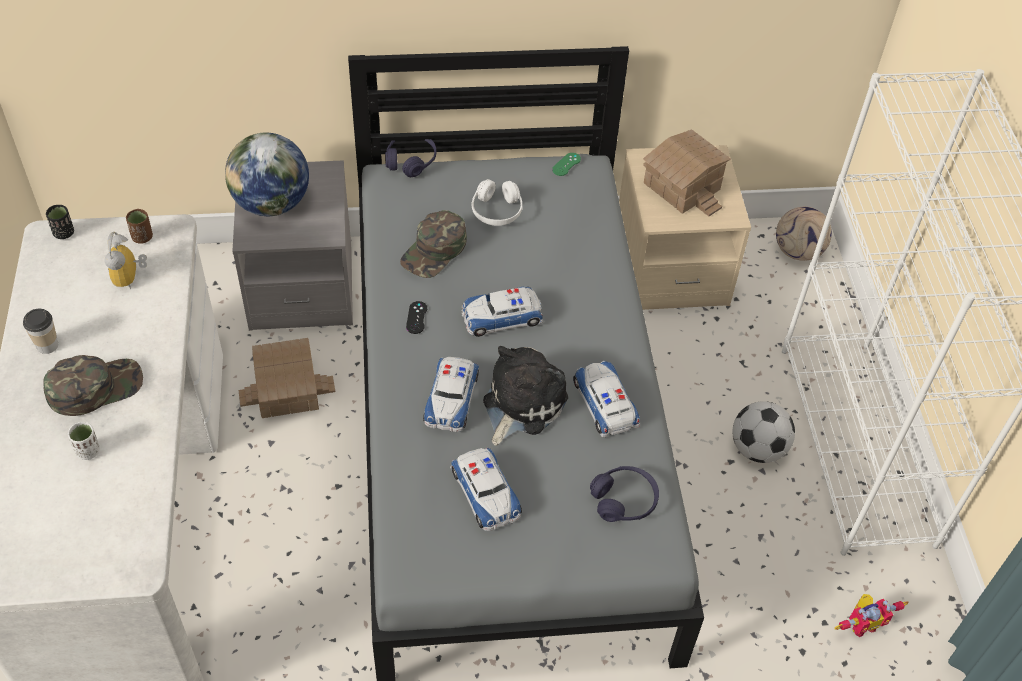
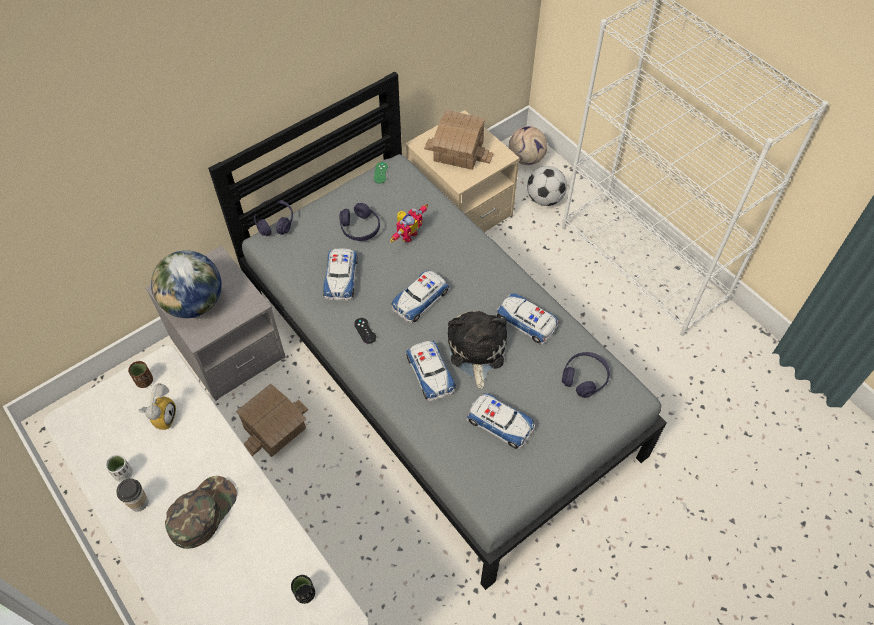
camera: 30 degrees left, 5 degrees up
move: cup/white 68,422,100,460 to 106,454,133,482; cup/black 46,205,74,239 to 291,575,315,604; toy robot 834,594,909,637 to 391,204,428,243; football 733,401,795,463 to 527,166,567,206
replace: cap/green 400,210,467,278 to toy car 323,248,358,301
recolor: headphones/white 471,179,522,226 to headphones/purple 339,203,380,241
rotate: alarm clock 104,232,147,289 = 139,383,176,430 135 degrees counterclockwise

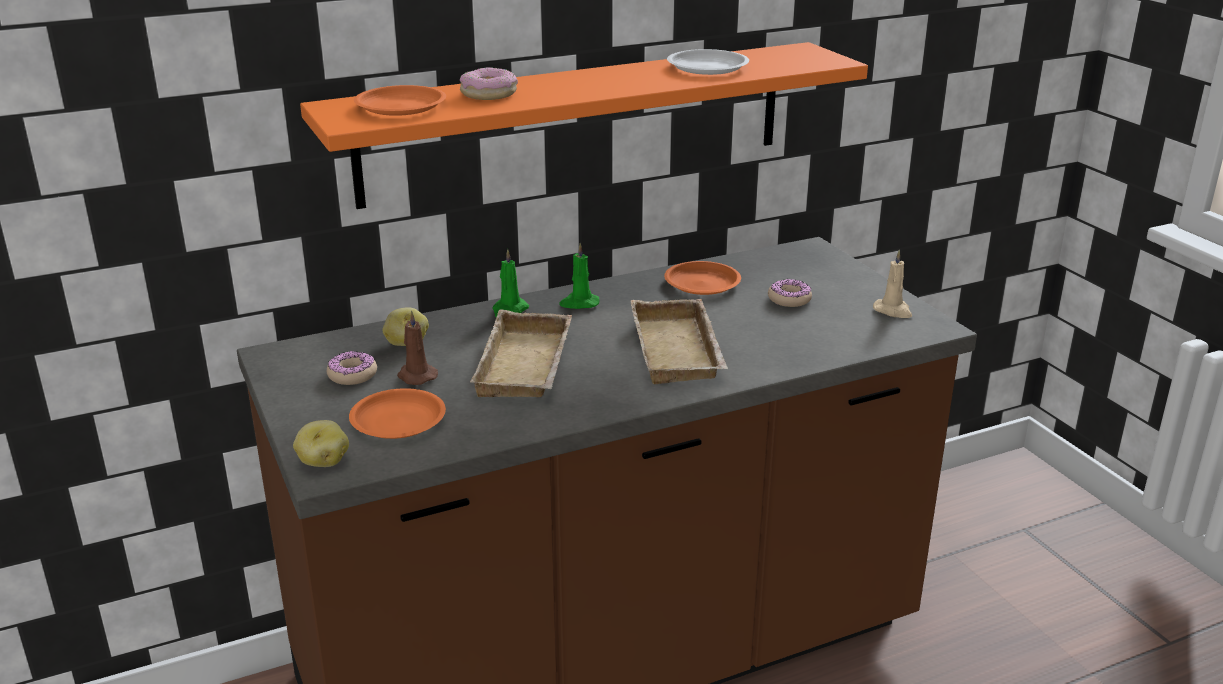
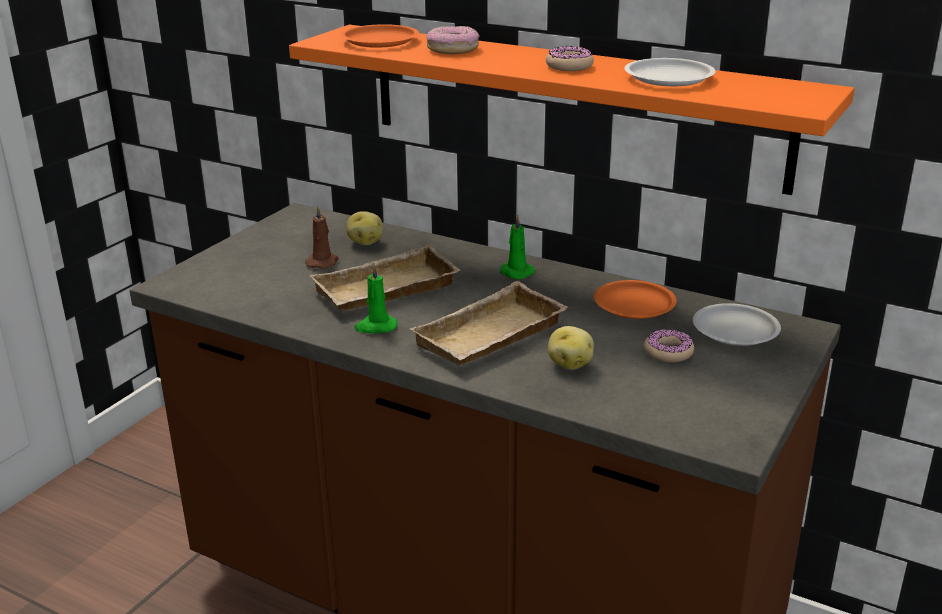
camera: 55 degrees right, 0 degrees up
delete: plate/orange 349,388,446,439; candle/beige 873,249,912,318
insert: plate/white 693,303,781,346
move: candle/green 492,249,529,317 to 354,264,397,333; donut 327,351,377,385 to 546,46,594,71; potato 293,420,349,467 to 548,326,594,370

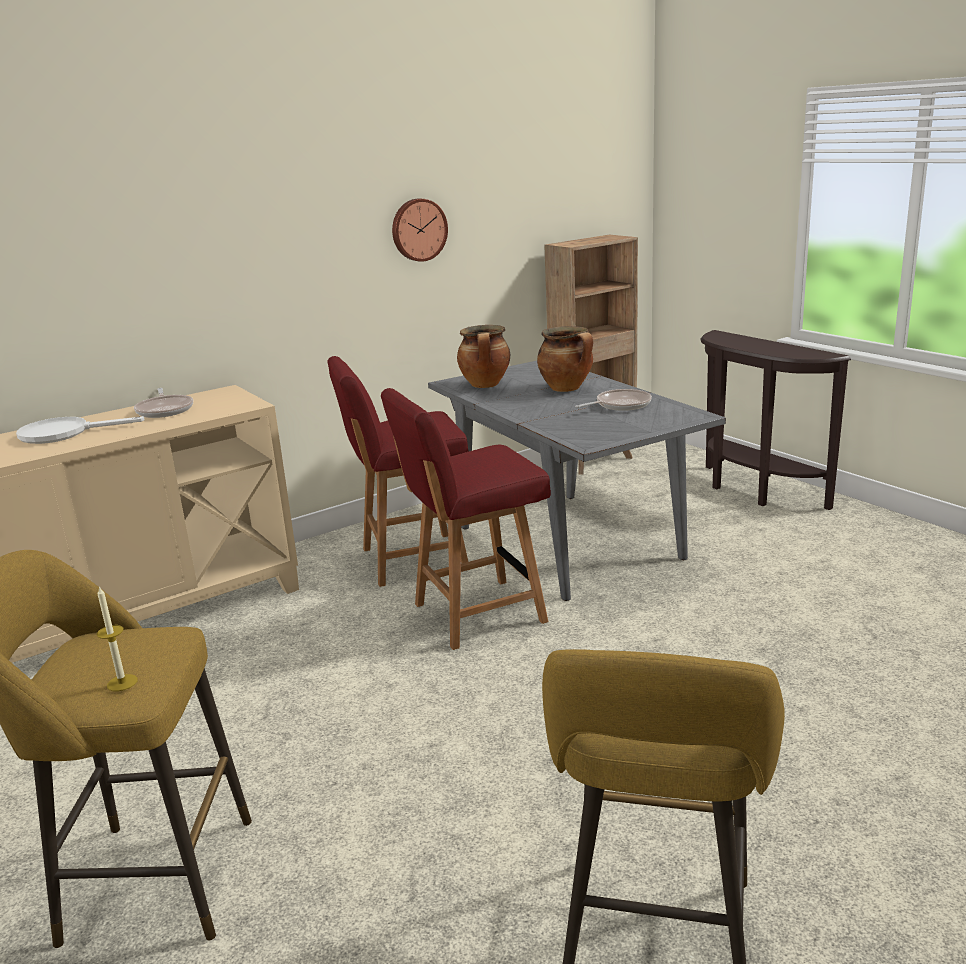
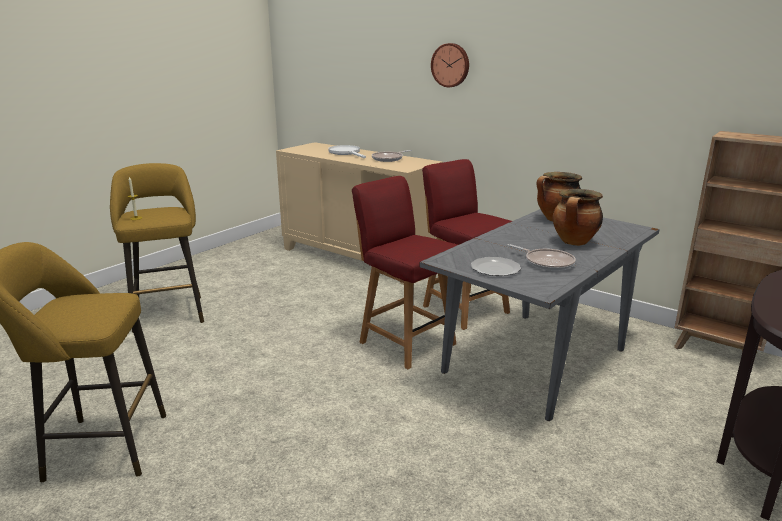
camera: 70 degrees right, 0 degrees up
insert: plate 471,257,521,276
move: wall clock 392,199,448,262 to 431,43,469,87

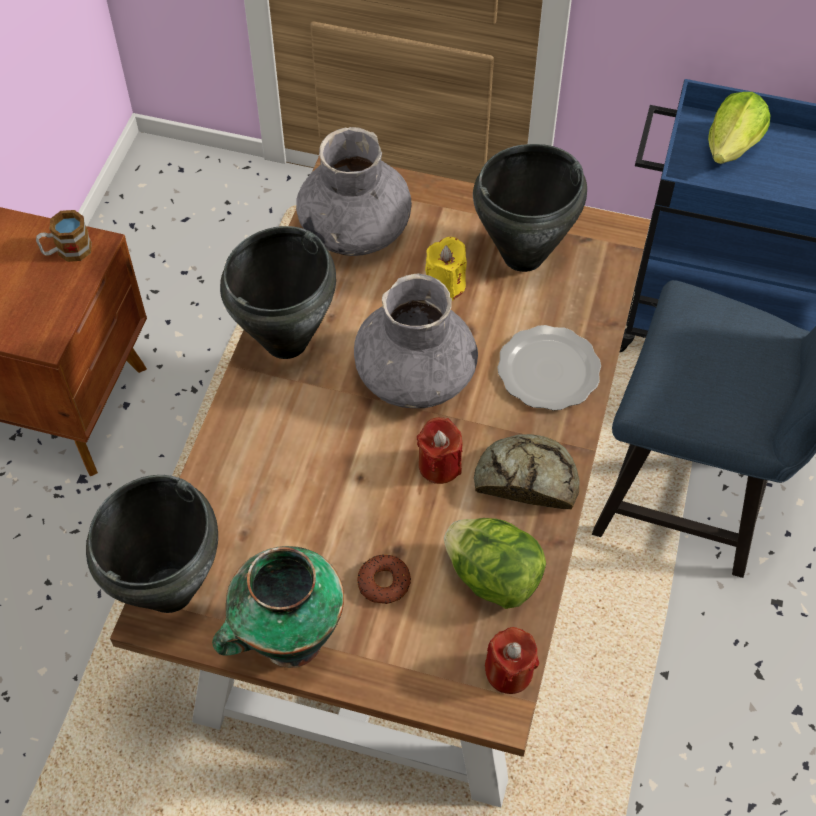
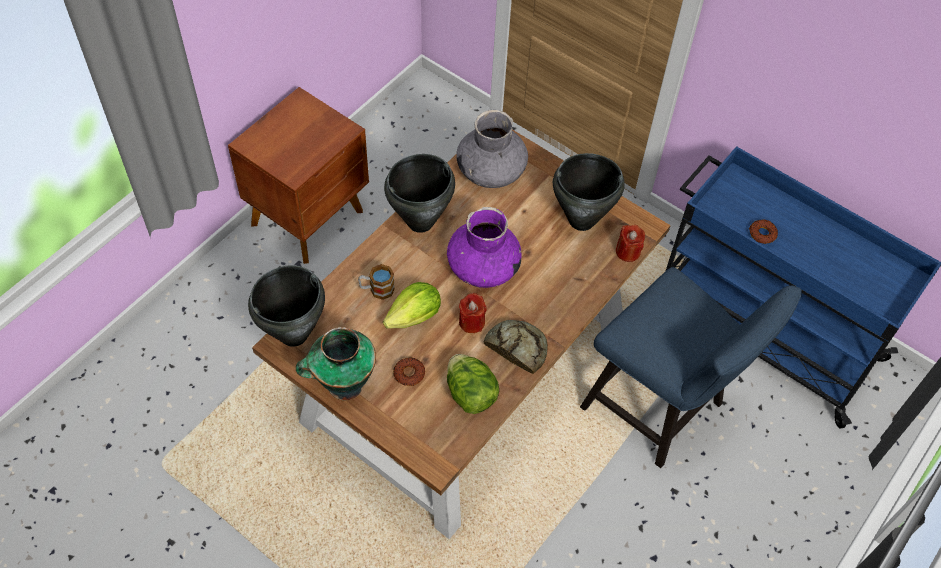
camera: 20 degrees right, 0 degrees up
delete: candle/yellow 425,237,467,301; plate 497,325,601,411
insert: donut 749,219,778,244
move: mug 36,210,92,262 to 358,264,395,300; lettuce 708,92,770,164 to 383,282,441,329; candle/red 485,627,539,694 to 616,225,645,262
recolor: vase/grey 354,274,478,408 to vase/purple 447,207,522,288

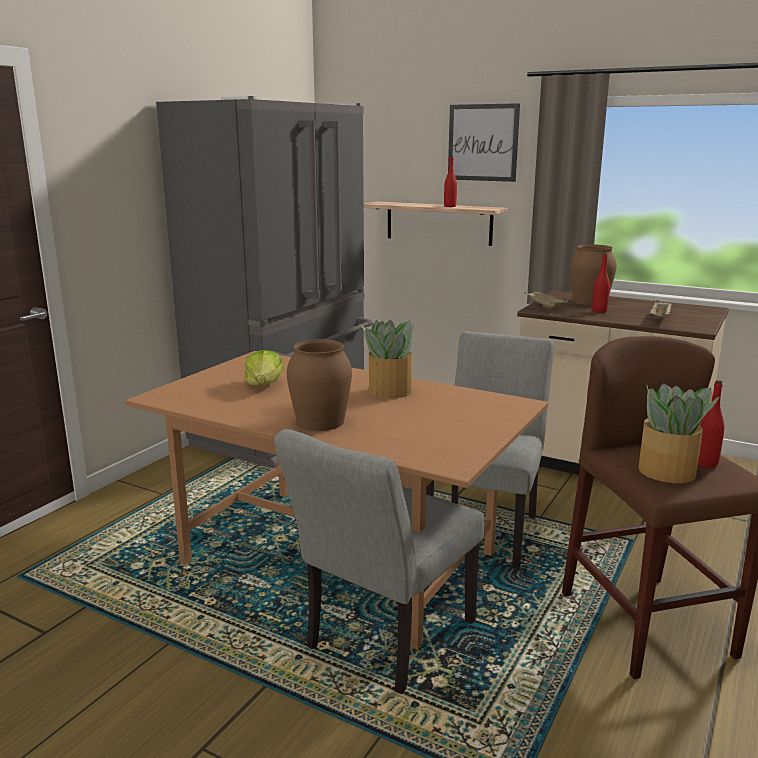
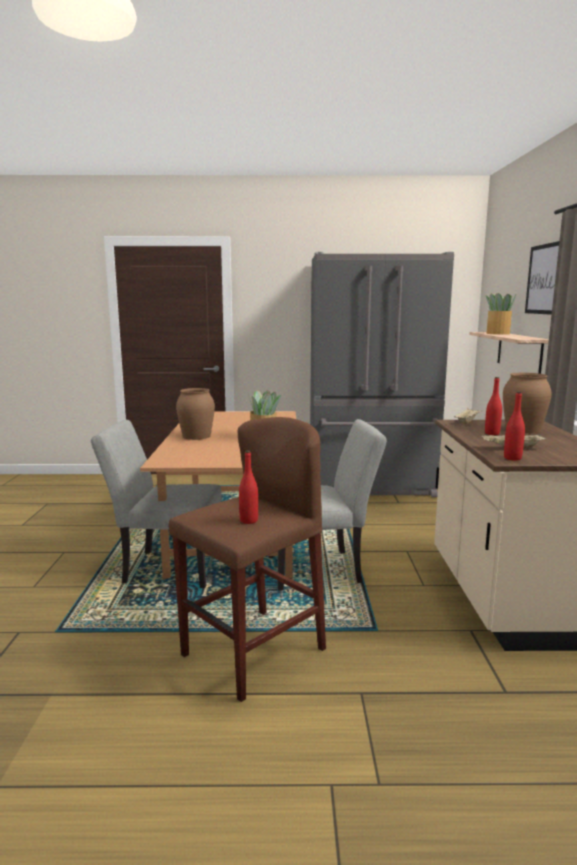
camera: 60 degrees right, 5 degrees down
delete: lettuce 244,350,284,386
move: potted plant 639,384,719,483 to 486,293,516,335; bottle/red 444,156,457,207 to 504,392,525,461

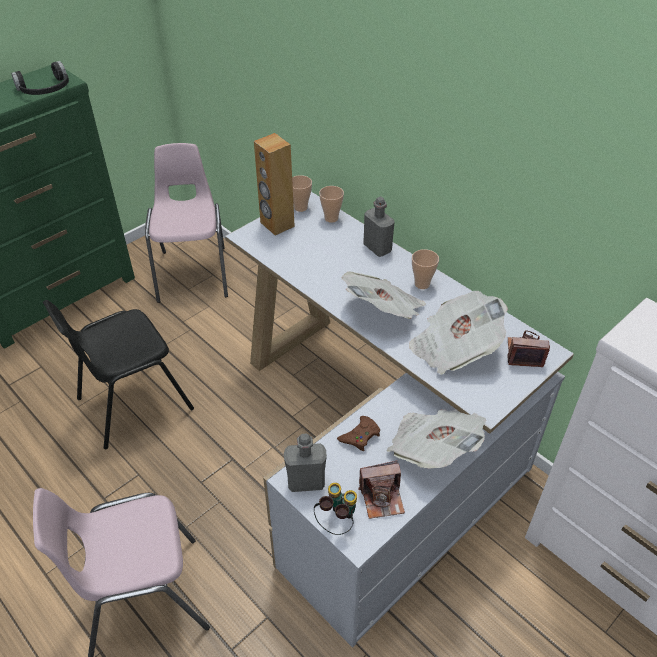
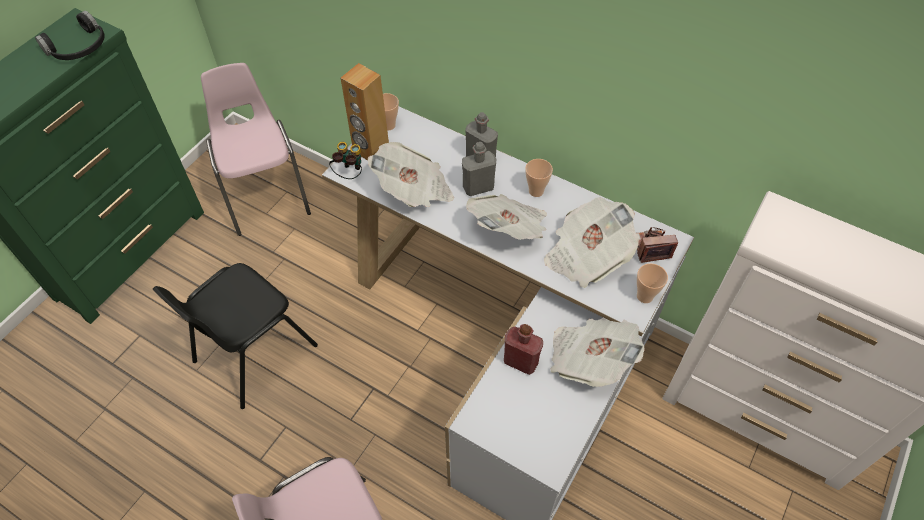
camera: 15 degrees left, 10 degrees up
delete: photo camera 358,461,405,519
insert: newspaper 368,142,454,208
move: binoculars 314,483,357,535 to 329,142,362,179; bottle/grey 284,434,327,492 to 462,142,496,196; cup 319,186,344,223 to 637,263,668,303
replace: game controller/brown 337,416,380,451 to bottle/red 504,324,543,375

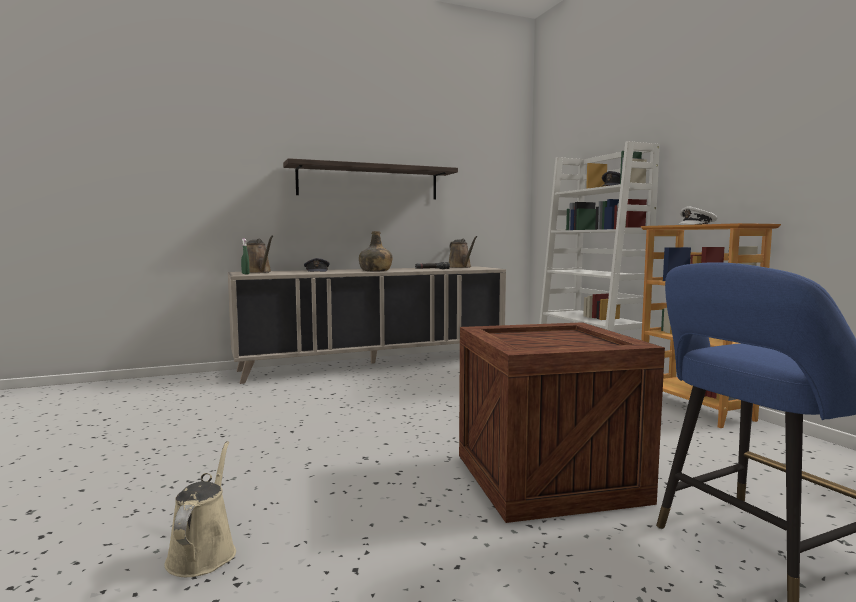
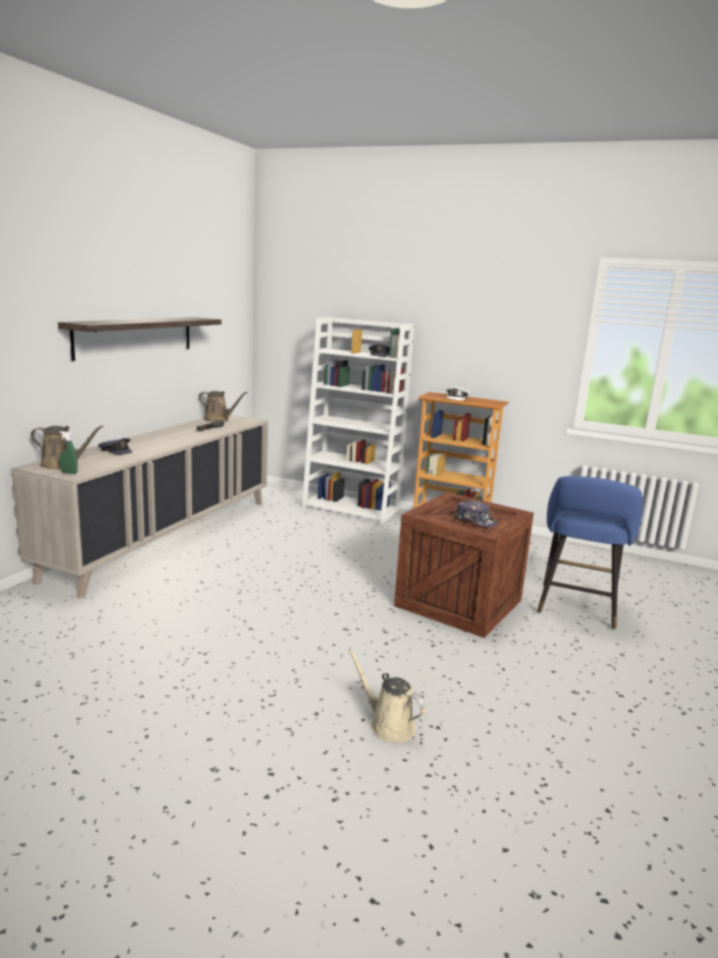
camera: 45 degrees left, 10 degrees up
delete: bottle/green 359,231,393,272
insert: cap 454,500,498,527

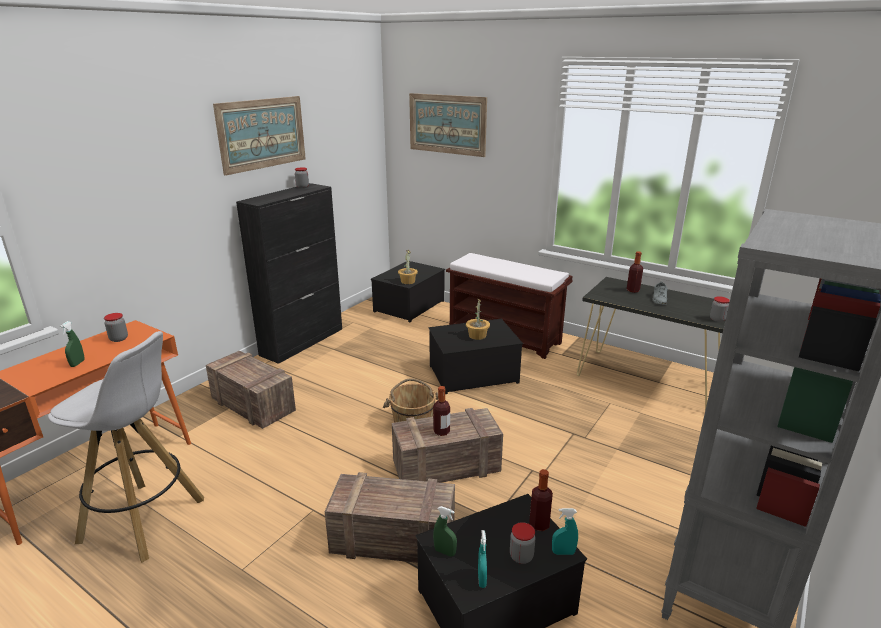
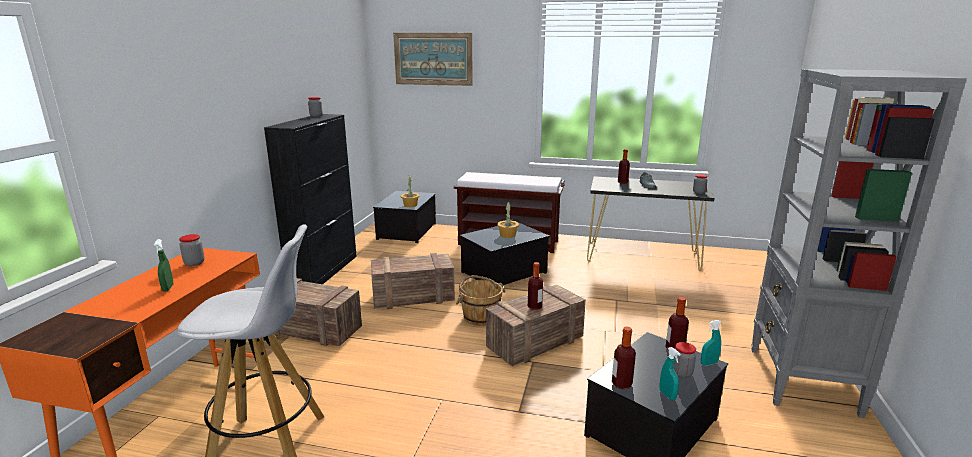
camera: 20 degrees left, 5 degrees down
delete: picture 213,96,306,176
move: crate 325,472,455,563 to 371,253,455,309
replace: spray bottle/green 433,506,457,557 to bottle 612,327,636,389

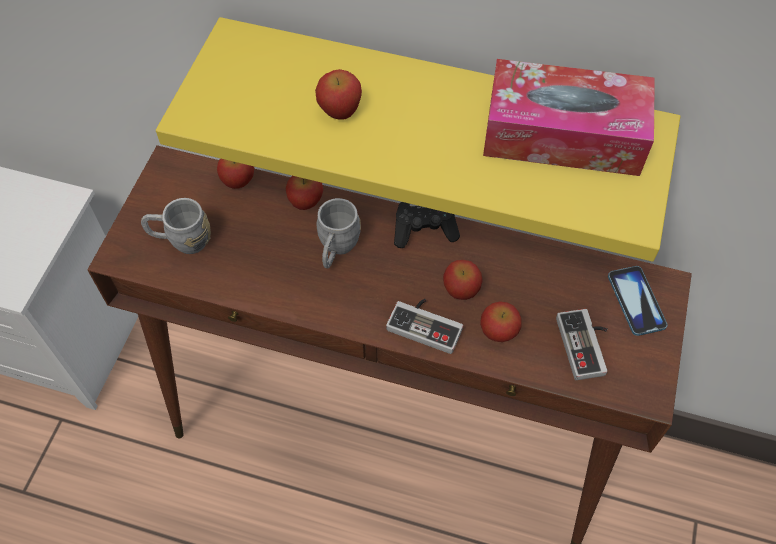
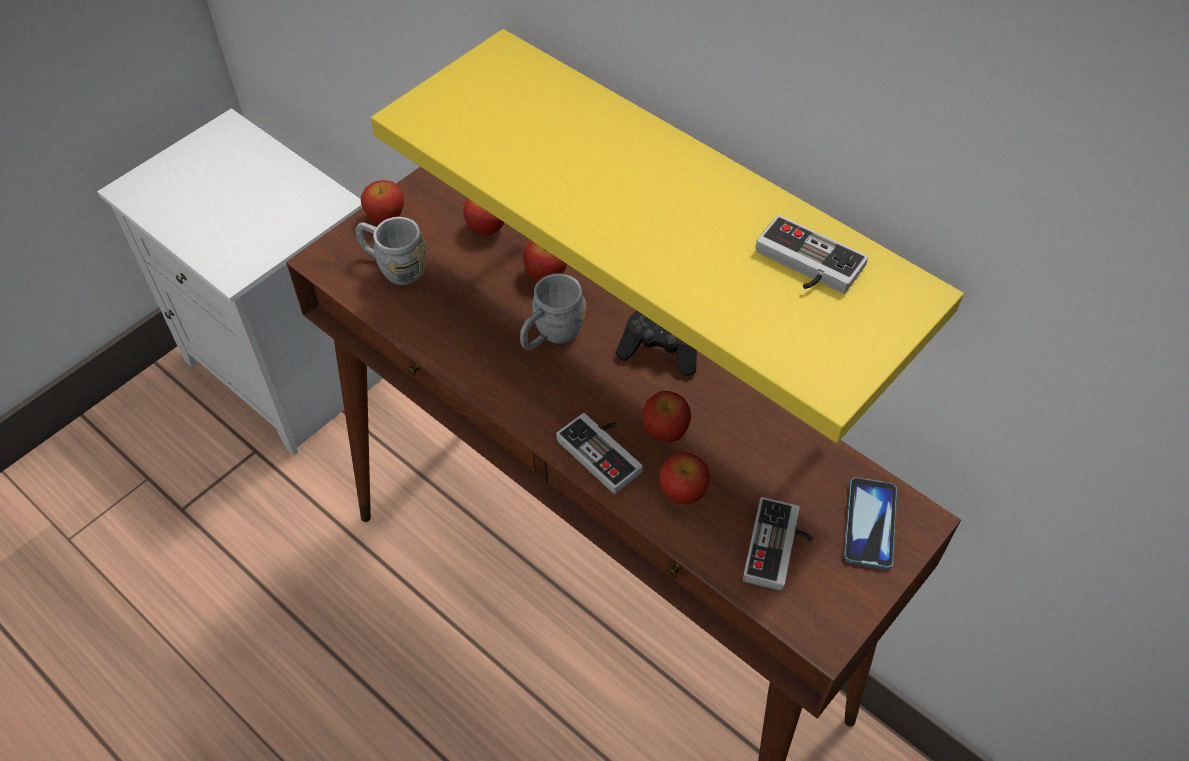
camera: 25 degrees right, 5 degrees down
move: apple 315,69,362,120 to 361,180,404,225
replace: tissue box 483,59,655,176 to game controller 756,215,868,293

